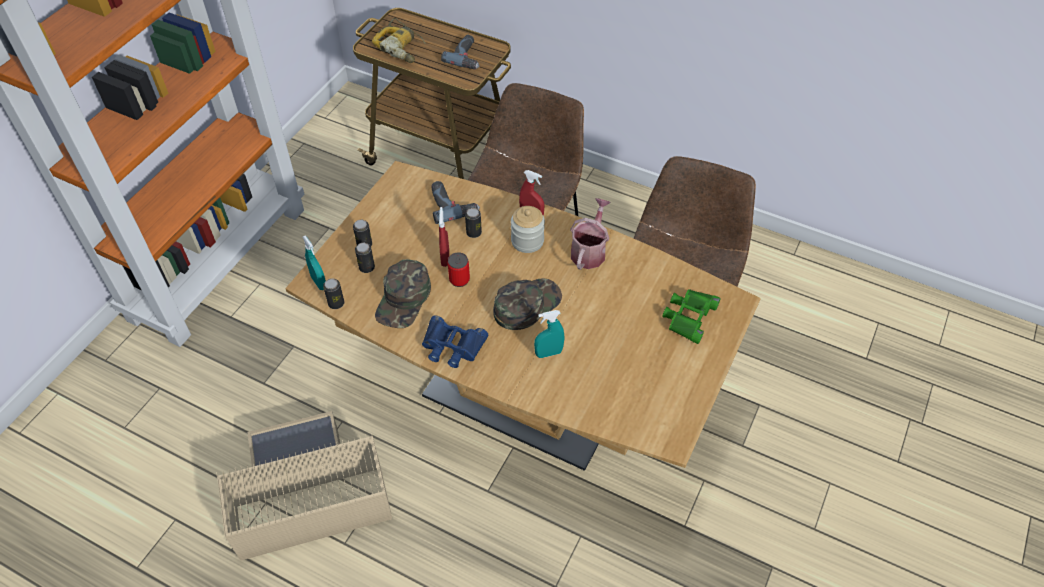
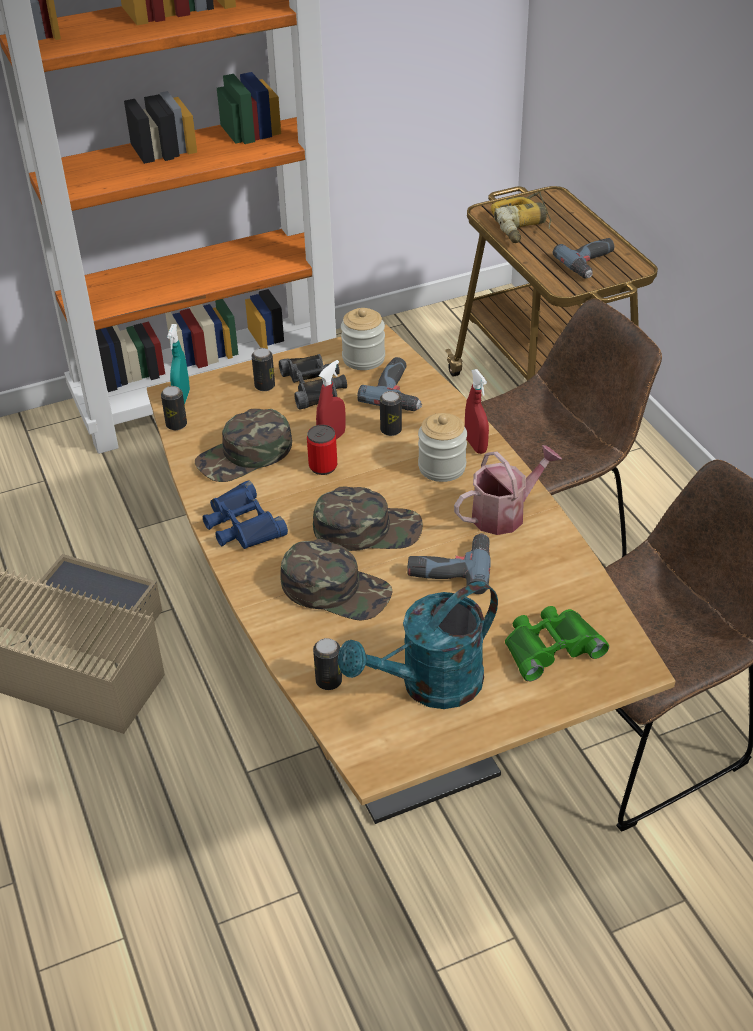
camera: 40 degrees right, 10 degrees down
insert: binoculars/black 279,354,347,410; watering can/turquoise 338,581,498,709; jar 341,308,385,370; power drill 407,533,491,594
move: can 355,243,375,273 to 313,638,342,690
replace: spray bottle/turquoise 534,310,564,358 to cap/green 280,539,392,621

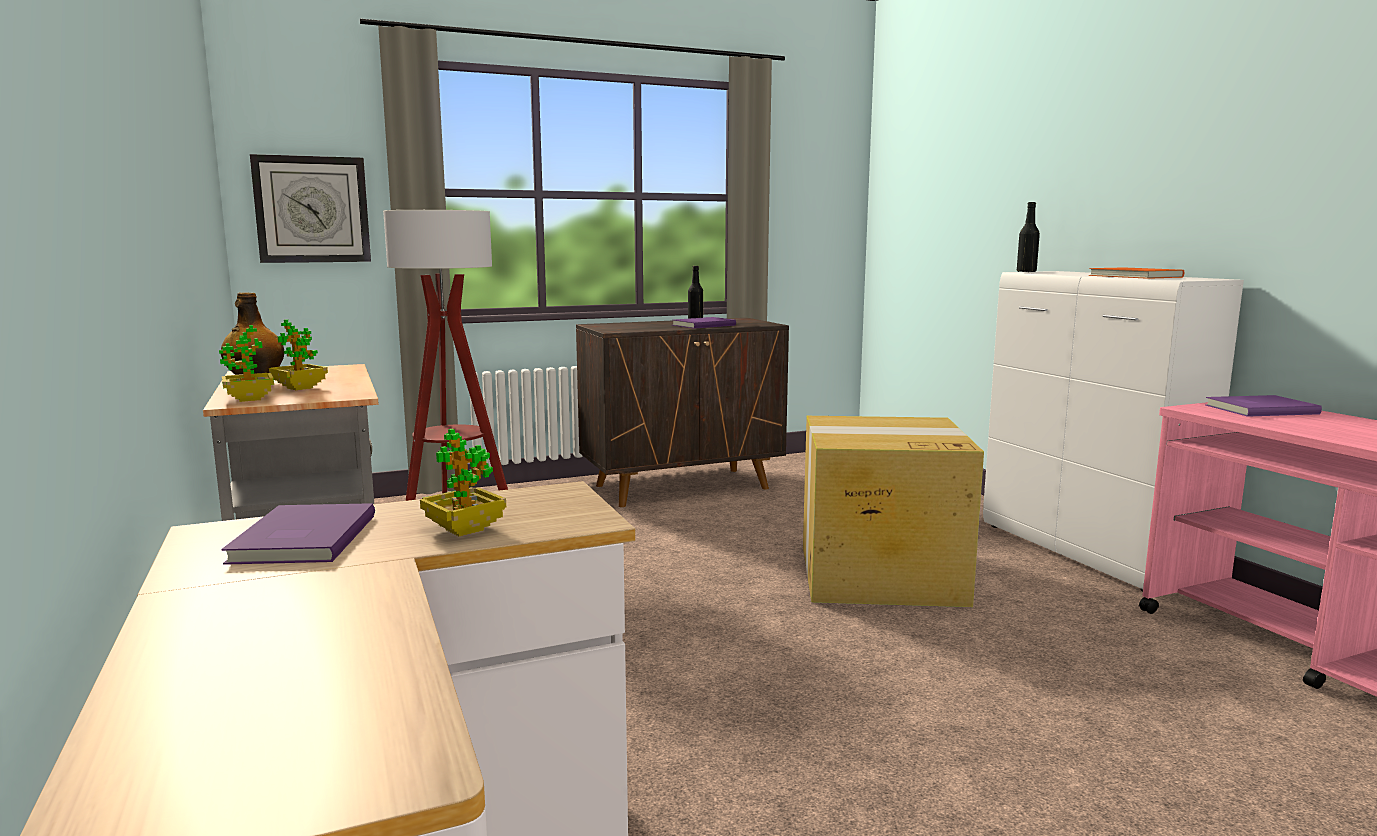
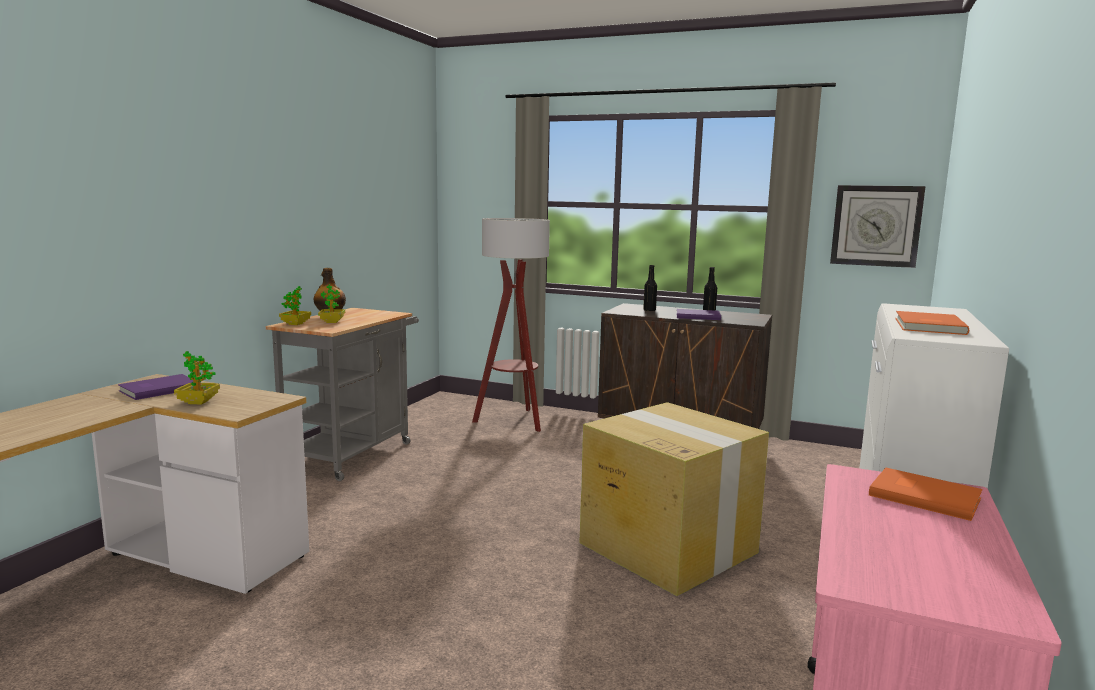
camera: 45 degrees right, 0 degrees up
move: bottle/black 1017,202,1040,272 to 643,265,657,311; wall clock 250,154,371,263 to 830,185,926,268
recolor: book/purple 1206,395,1322,417 to book/orange 869,468,982,521

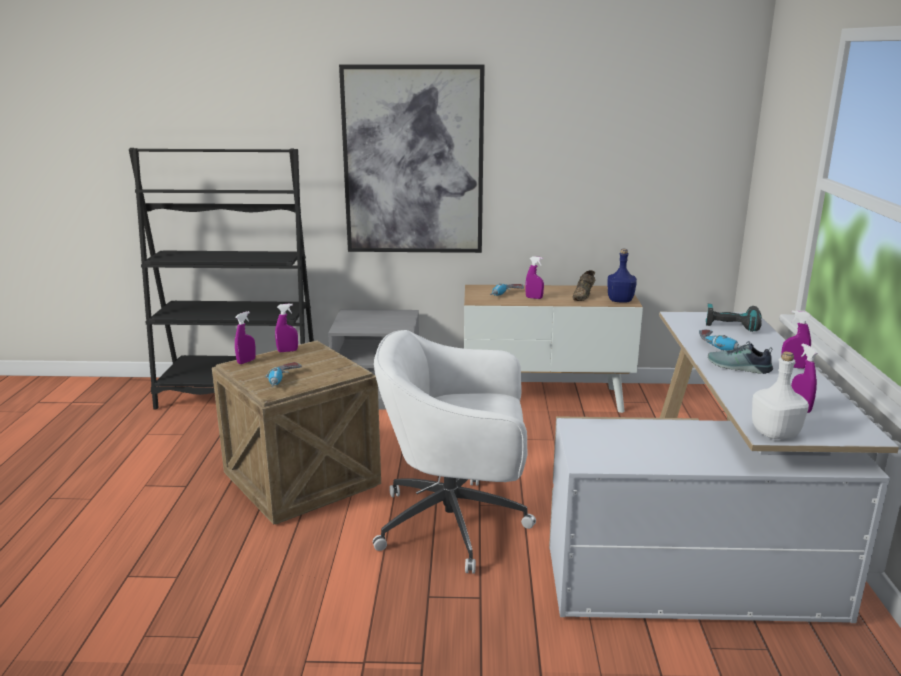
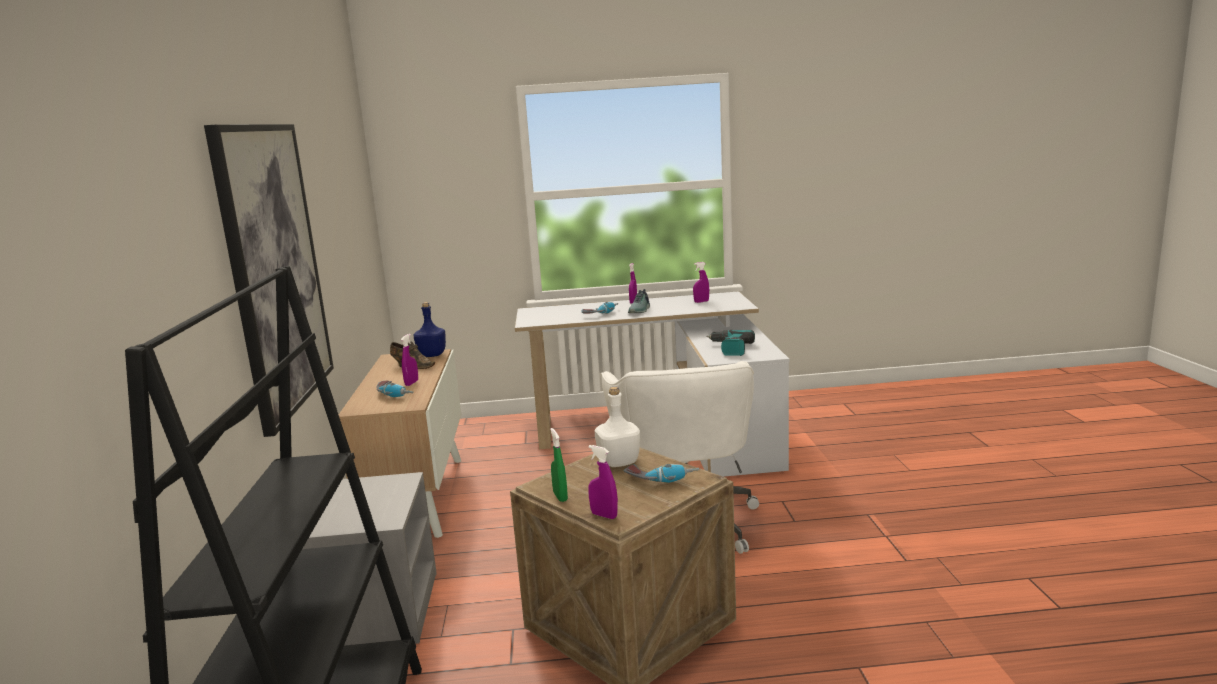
camera: 95 degrees left, 5 degrees down
move: bottle/white 752,352,809,439 to 595,387,640,467; power drill 706,304,762,332 to 706,330,755,356
recolor: spray bottle/purple 275,303,298,352 to spray bottle/green 550,428,568,502

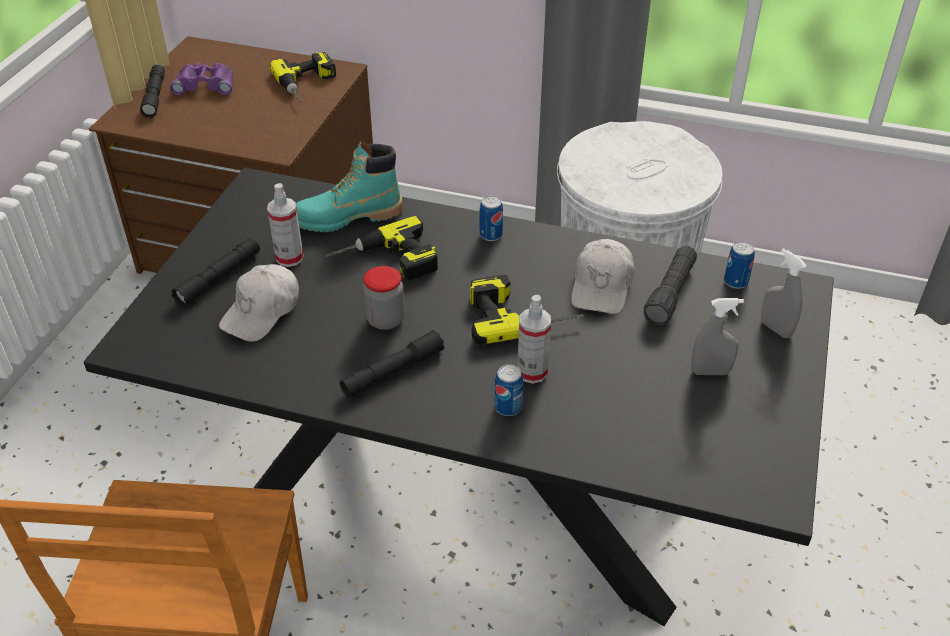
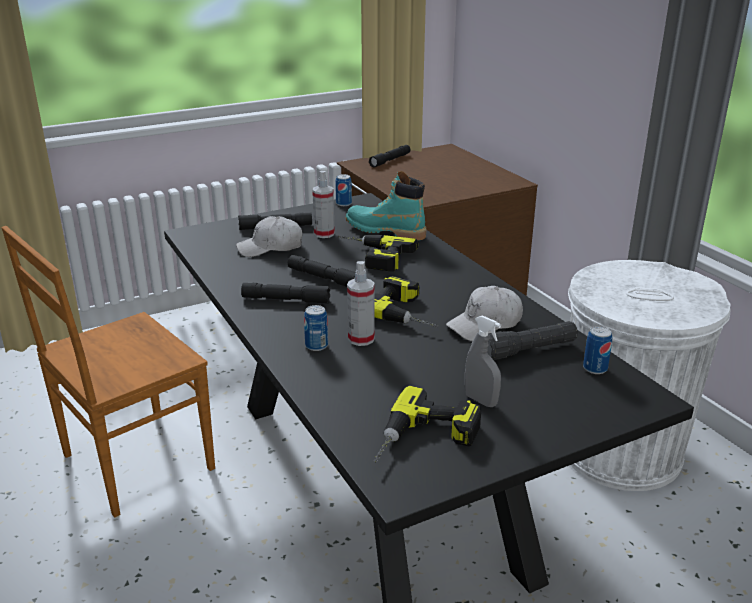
camera: 45 degrees right, 15 degrees down
delete: binoculars/purple 170,63,234,96; spray bottle/grey 761,249,807,338
move: can 480,196,503,241 to 335,174,352,206; power drill 270,52,336,103 to 374,386,481,462
replace: jar 363,266,405,330 to flashlight/black 288,255,355,287

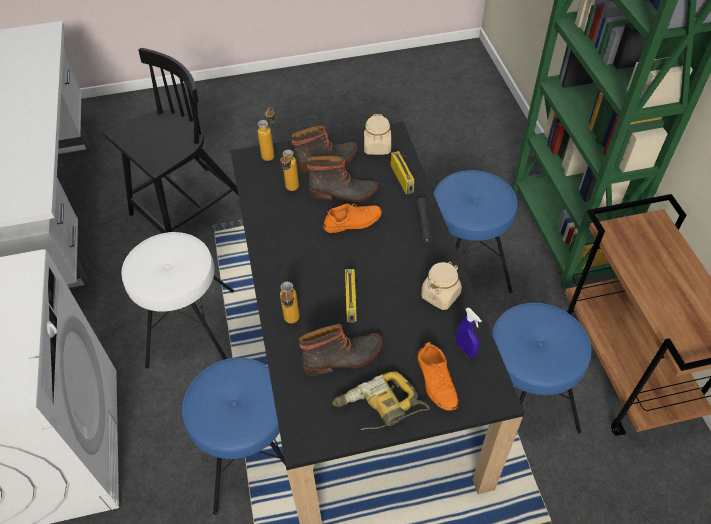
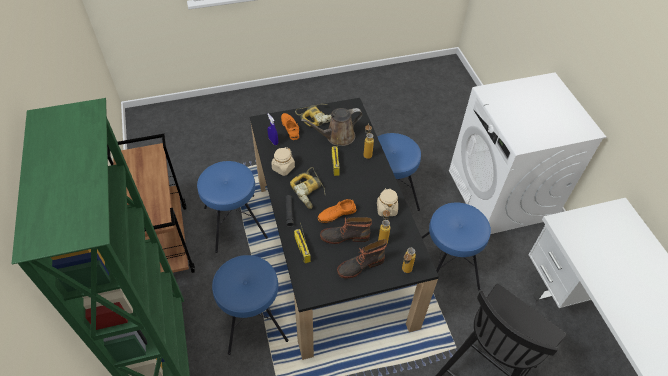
camera: 175 degrees right, 0 degrees up
insert: power drill 290,167,325,209
move: jar/beige 364,114,391,155 to 377,188,398,216
replace: boot 299,324,382,376 to watering can/brown 301,108,363,146
recolor: stool/white 121,232,234,369 to stool/blue 422,203,491,290

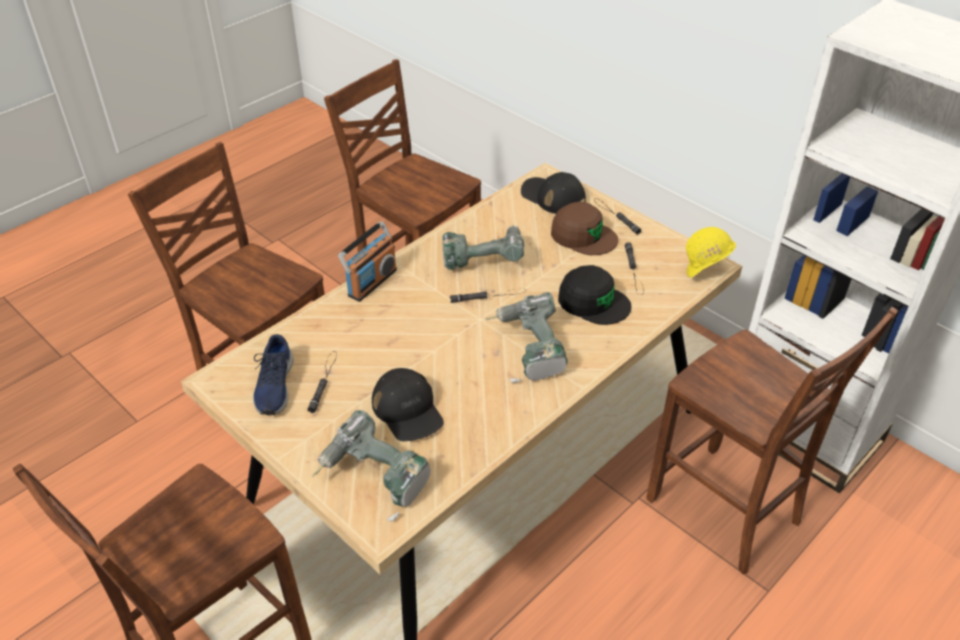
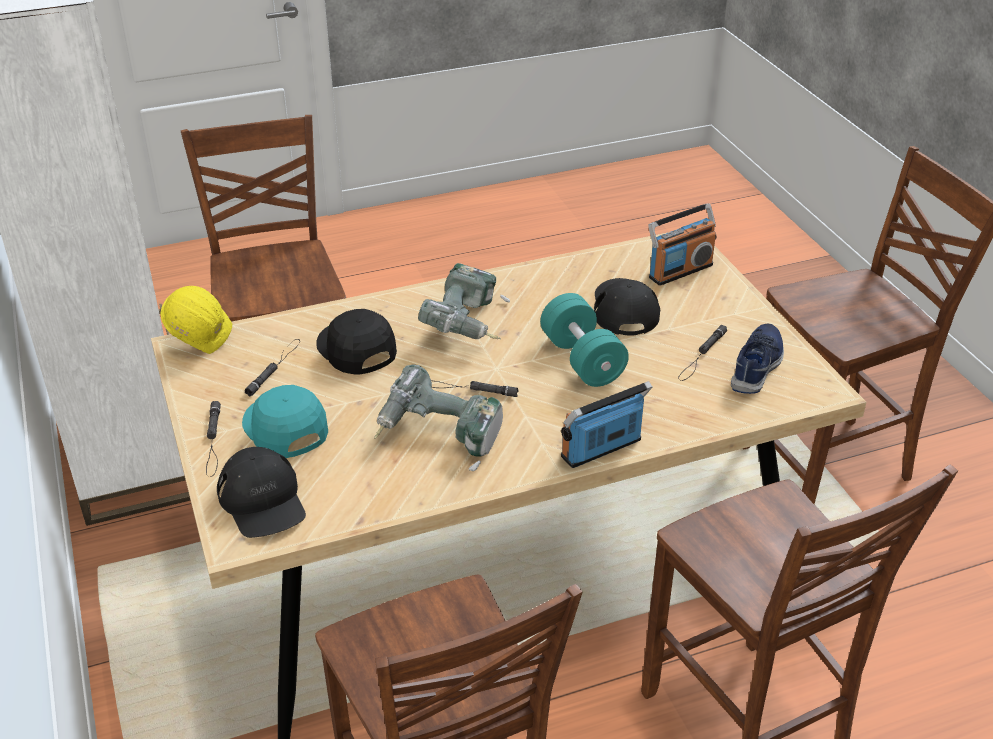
camera: 155 degrees left, 5 degrees down
insert: dumbbell/turquoise 540,293,629,387
replace: power drill 311,410,431,522 to radio 648,203,717,286
recolor: cap/brown 551,202,618,255 to cap/turquoise 242,385,328,458

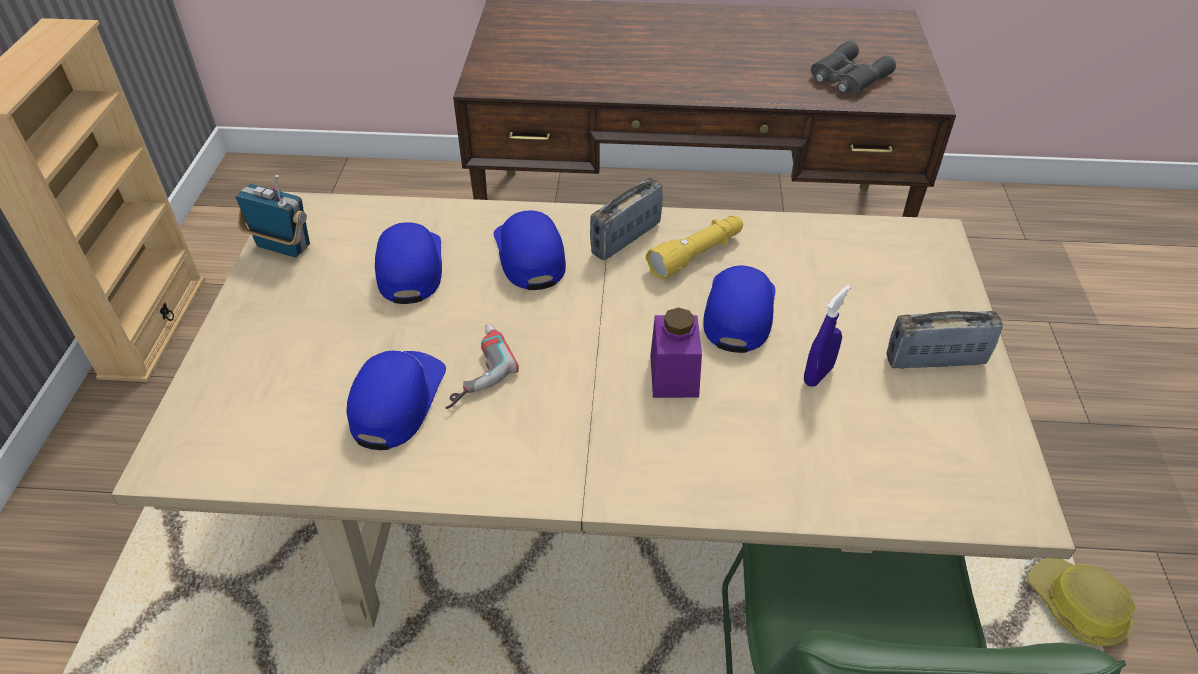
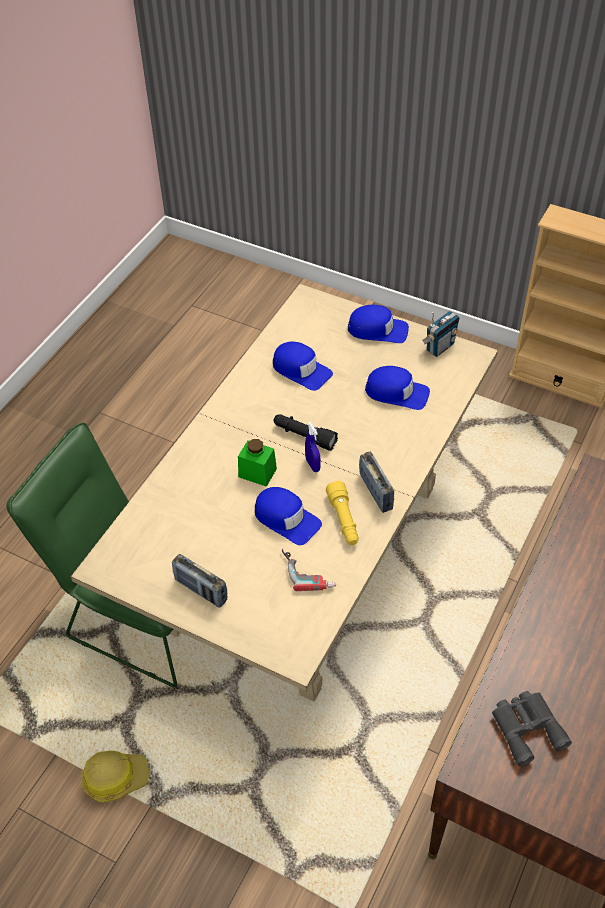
camera: 115 degrees right, 5 degrees up
insert: flashlight/black 274,414,338,451
move: power drill 445,324,519,409 to 282,549,336,591; spray bottle/blue 804,285,851,387 to 305,422,321,472; cap/blue 494,210,566,290 to 348,305,409,343
recolor: jar/purple 650,308,702,398 to jar/green 238,439,277,487
rotate: radio 887,311,1003,369 = 172,554,227,608 105 degrees clockwise

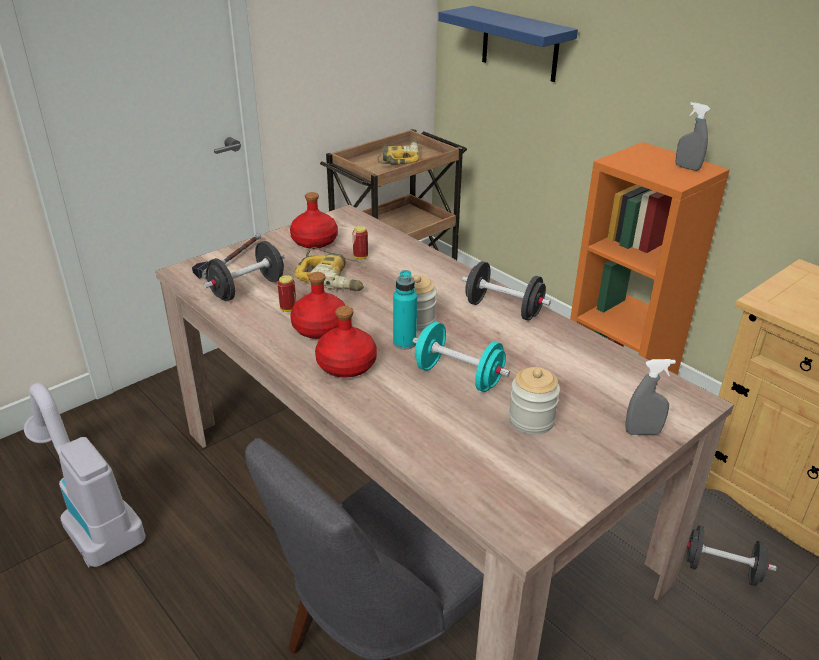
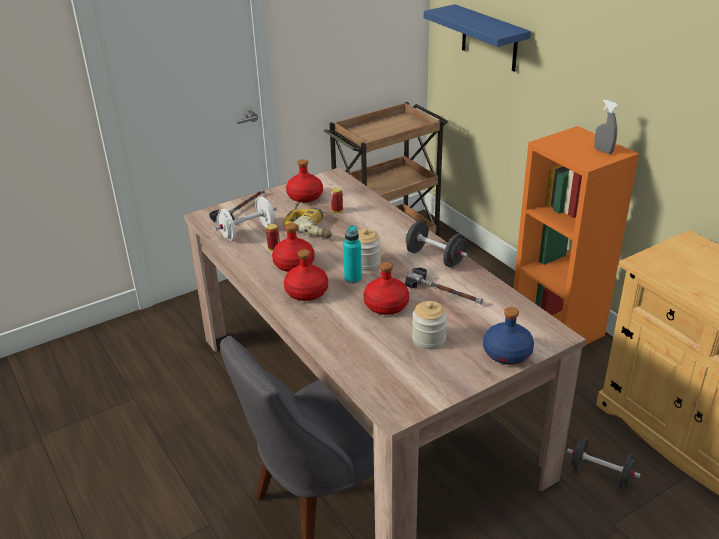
camera: 10 degrees right, 0 degrees up
delete: vacuum cleaner 24,383,146,567; power drill 378,139,419,165
insert: hammer 405,267,483,305
replace: dumbbell/turquoise 413,322,510,392 to bottle/red 363,262,409,315; spray bottle/grey 626,359,676,435 to bottle/blue 483,307,534,365
recolor: dumbbell/black 204,241,285,301 to dumbbell/white 214,197,277,241

